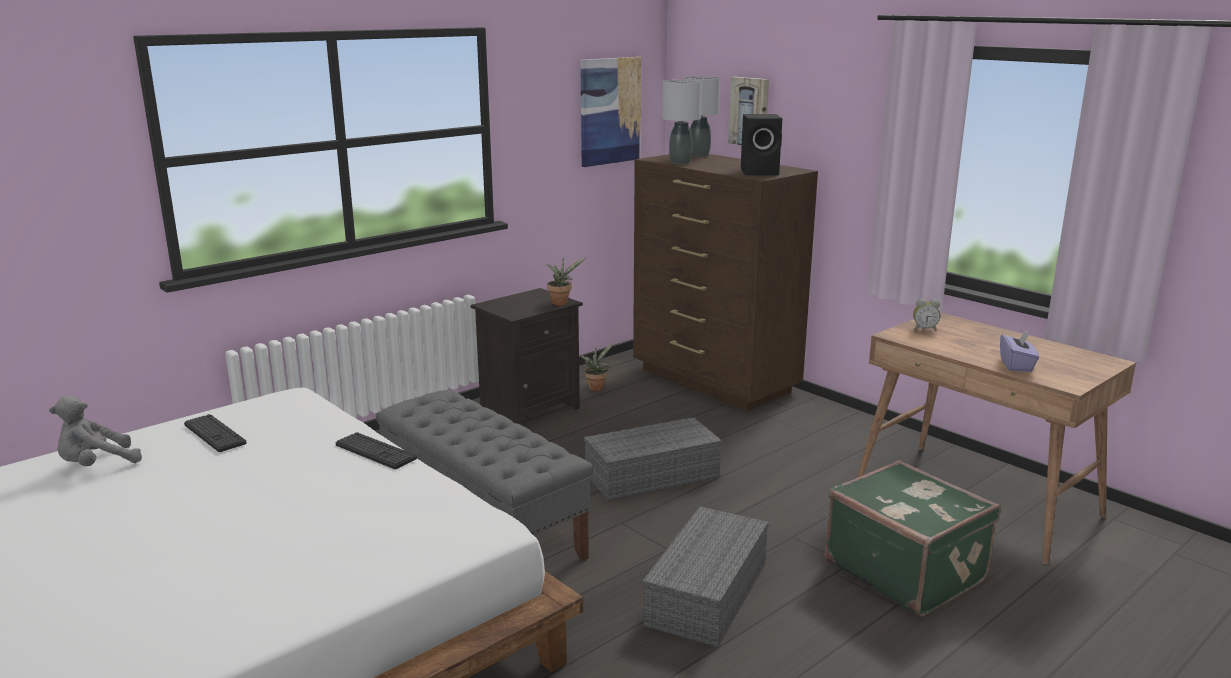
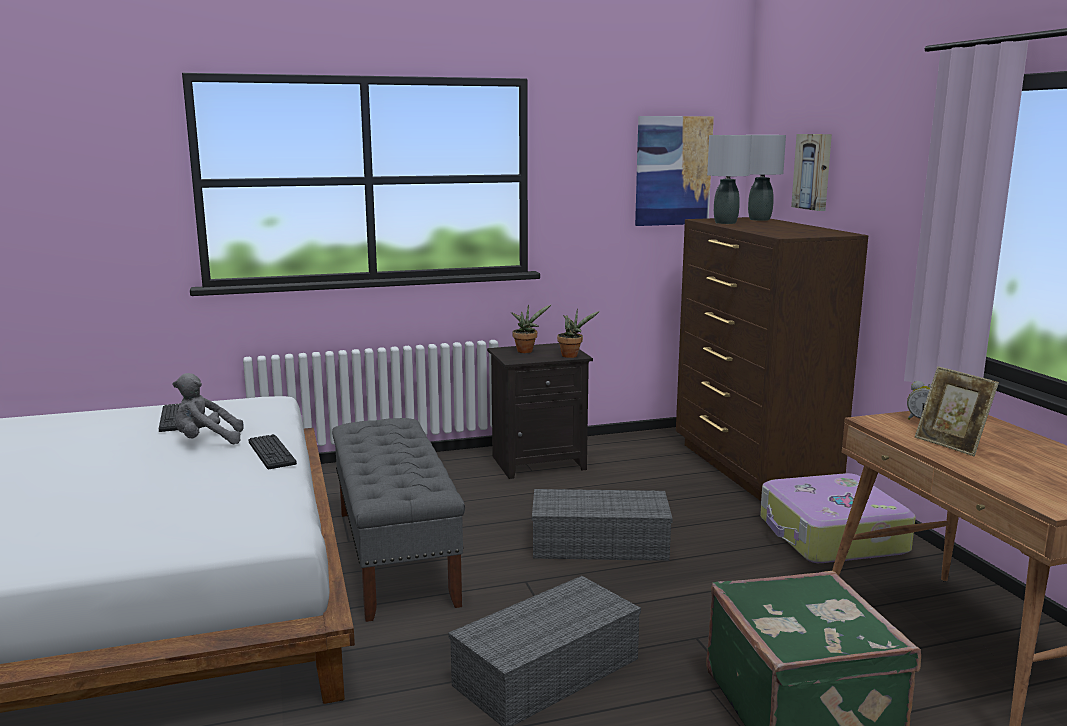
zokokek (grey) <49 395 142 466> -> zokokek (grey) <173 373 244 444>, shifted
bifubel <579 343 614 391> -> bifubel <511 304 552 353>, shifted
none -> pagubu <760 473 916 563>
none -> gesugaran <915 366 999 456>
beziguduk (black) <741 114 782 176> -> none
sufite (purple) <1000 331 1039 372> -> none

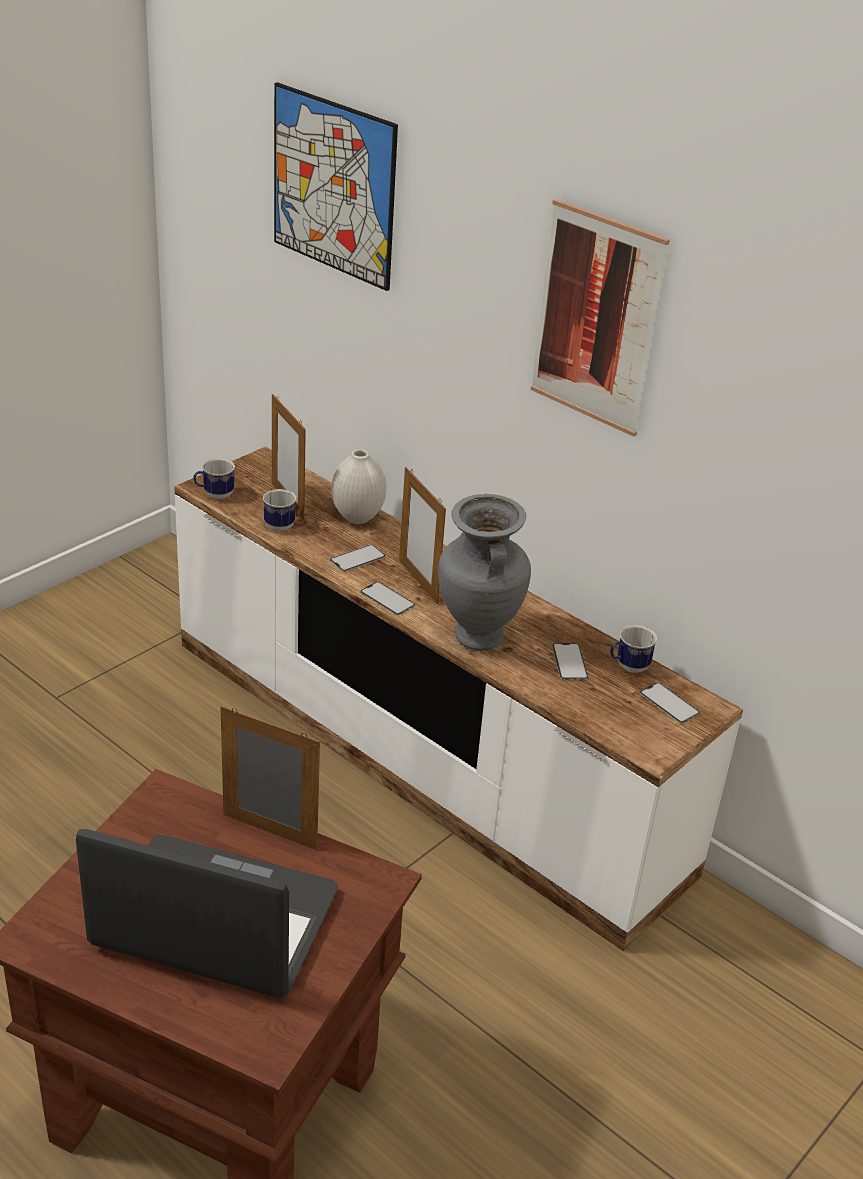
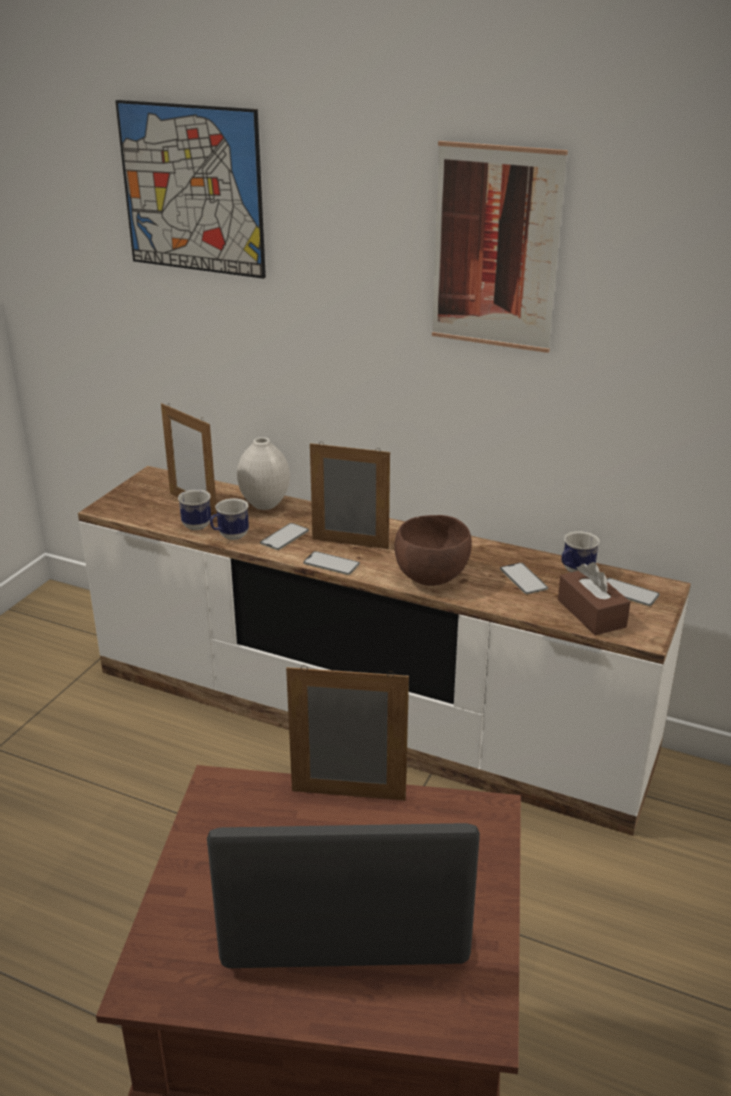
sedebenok <193 458 235 500> -> sedebenok <210 498 249 540>, shifted
gesugaran <399 467 446 604> -> gesugaran <310 442 390 549>, 150 degrees clockwise
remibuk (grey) <438 494 531 651> -> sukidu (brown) <394 515 472 586>
none -> sufite (brown) <558 562 630 635>

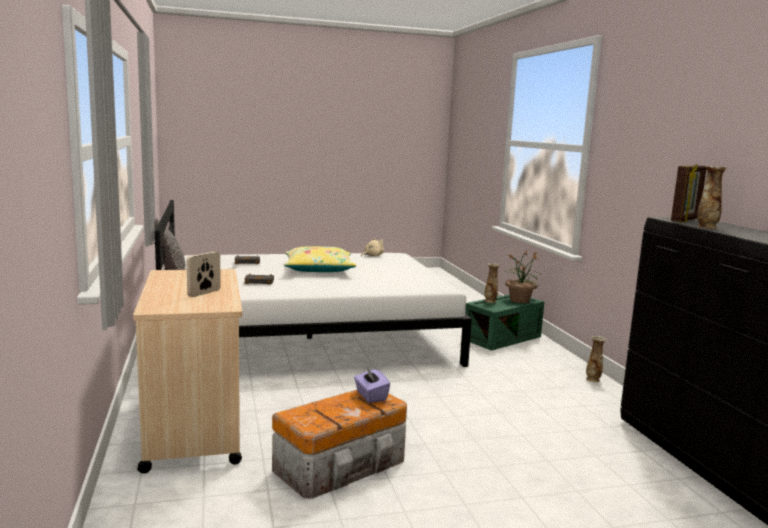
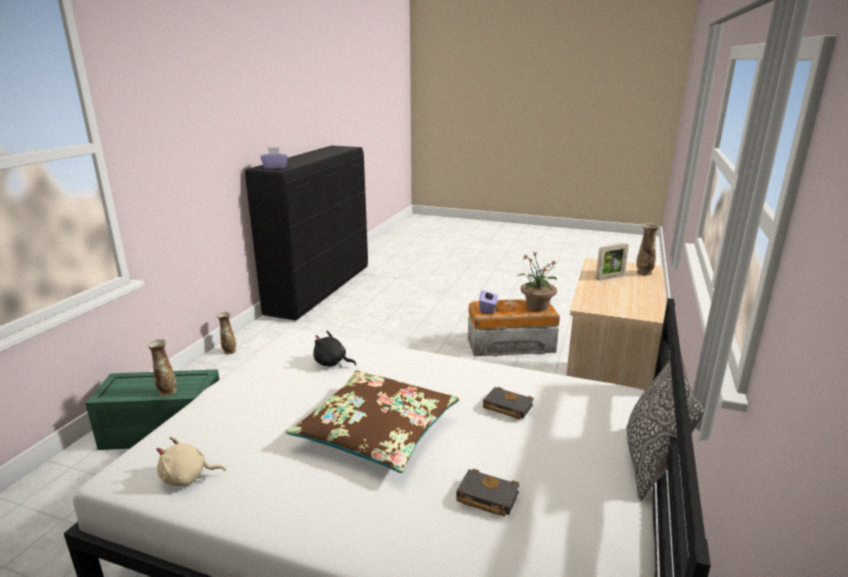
gesugaran <671 164 706 222> -> sufite (purple) <260 147 287 169>
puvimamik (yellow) <284 247 357 272> -> puvimamik (brown) <286 370 459 473>
none -> zokokek (black) <313 331 356 367>
bifubel <503 251 541 303> -> bifubel <517 252 557 311>, shifted
remibuk <697 166 727 229> -> remibuk <636 223 660 276>, shifted

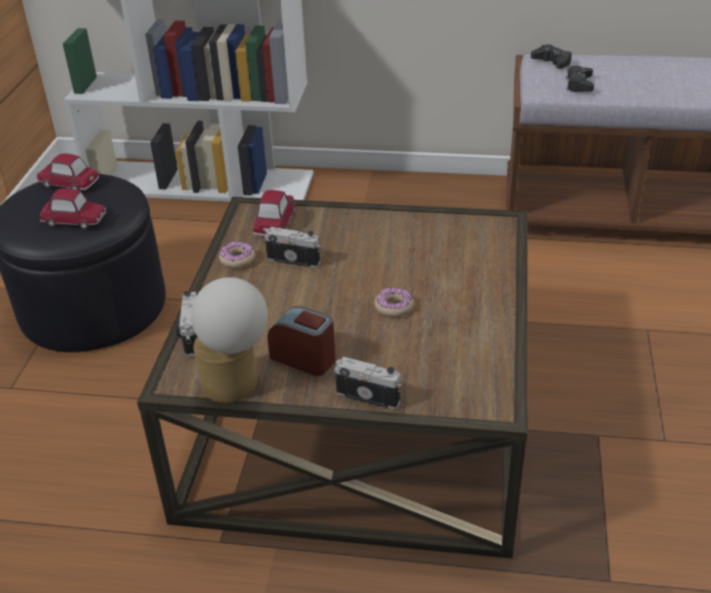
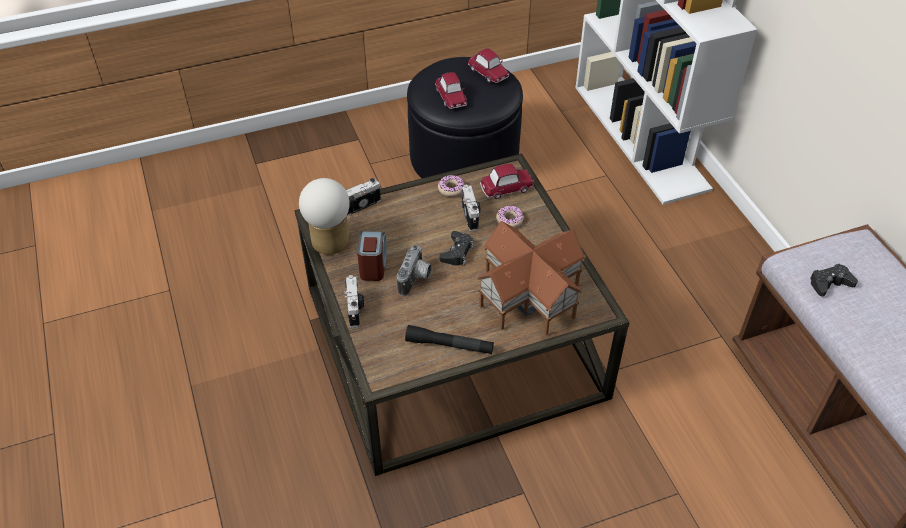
none -> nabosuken <397 245 432 296>
none -> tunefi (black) <405 325 494 354>
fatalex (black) <531 44 572 69> -> fatalex (black) <440 231 474 266>, shifted
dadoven <37 154 99 190> -> dadoven <468 48 509 83>, 150 degrees clockwise
none -> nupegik <477 221 586 335>
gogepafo <374 287 413 317> -> gogepafo <496 206 524 228>, shifted

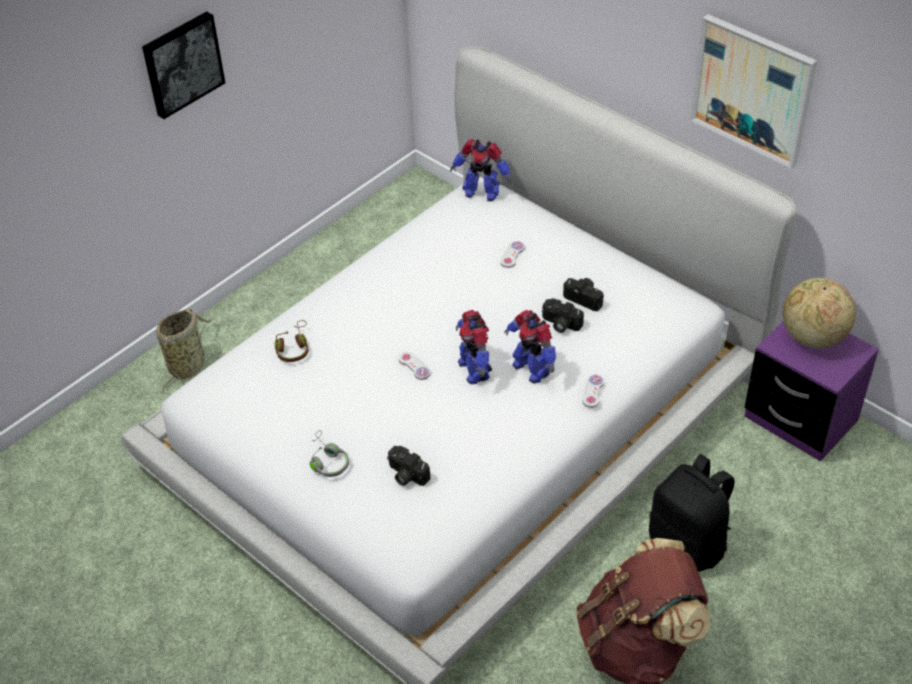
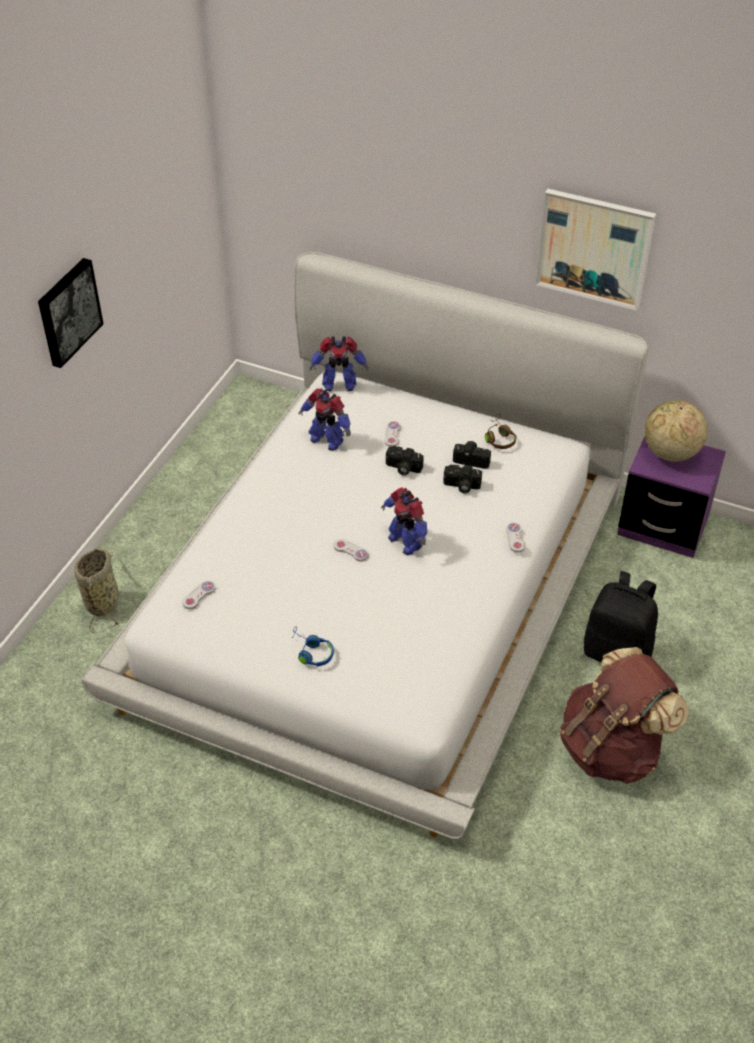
none -> fatalex (white) <182 581 215 609>
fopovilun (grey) <310 430 349 477> -> fopovilun (blue) <291 626 334 666>
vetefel <504 310 556 384> -> vetefel <299 388 351 451>, shifted
nabosuken <387 446 430 486> -> nabosuken <386 446 424 476>, shifted
fopovilun (brown) <275 320 309 362> -> fopovilun (brown) <485 414 516 449>, shifted

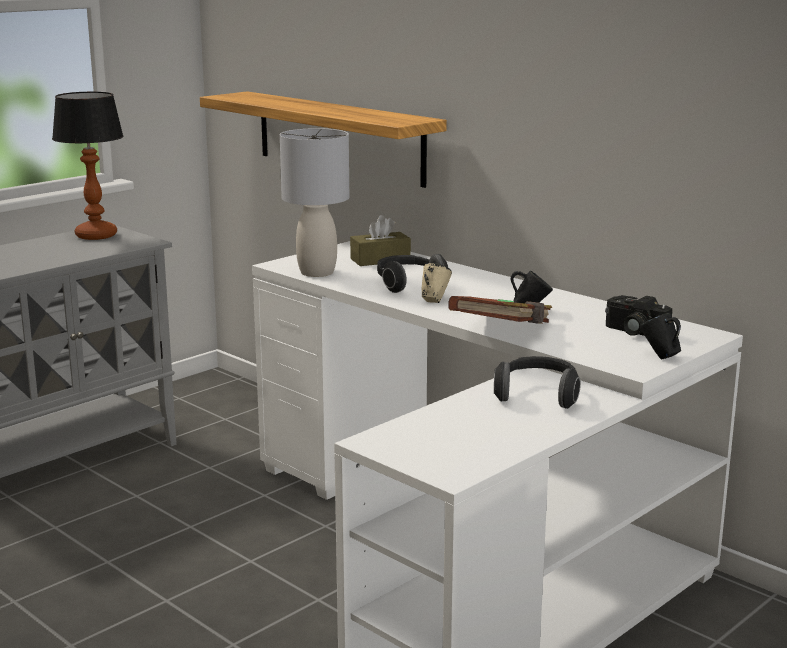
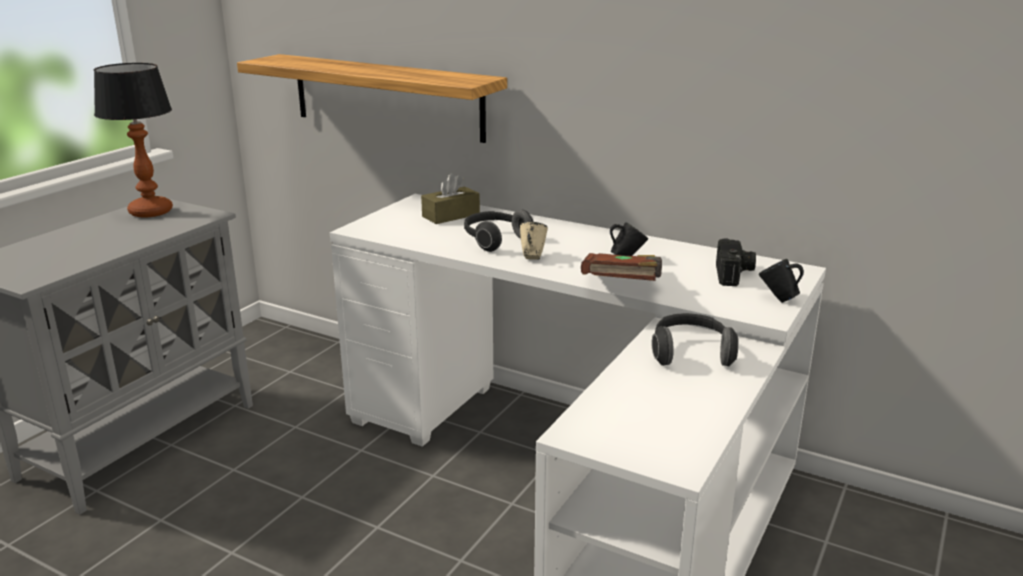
nabosuken <605 295 672 336> -> nabosuken <716 238 756 286>, 105 degrees counterclockwise
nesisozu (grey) <280 128 349 277> -> none

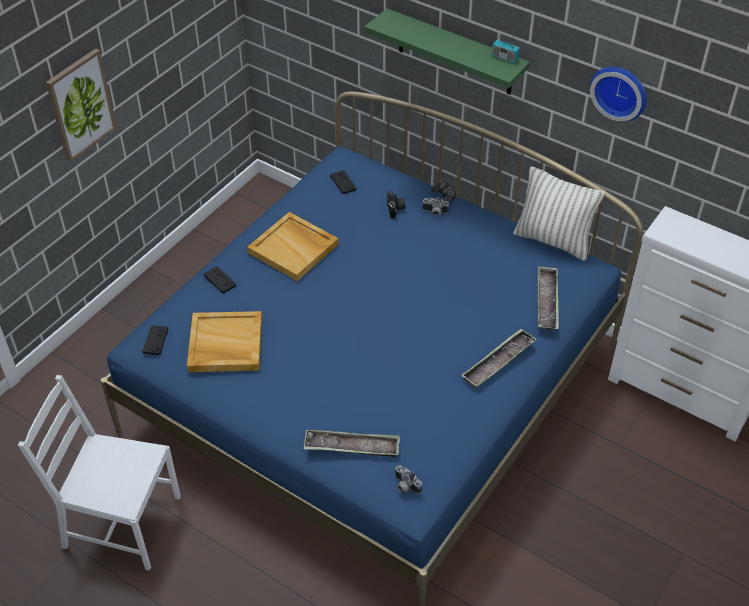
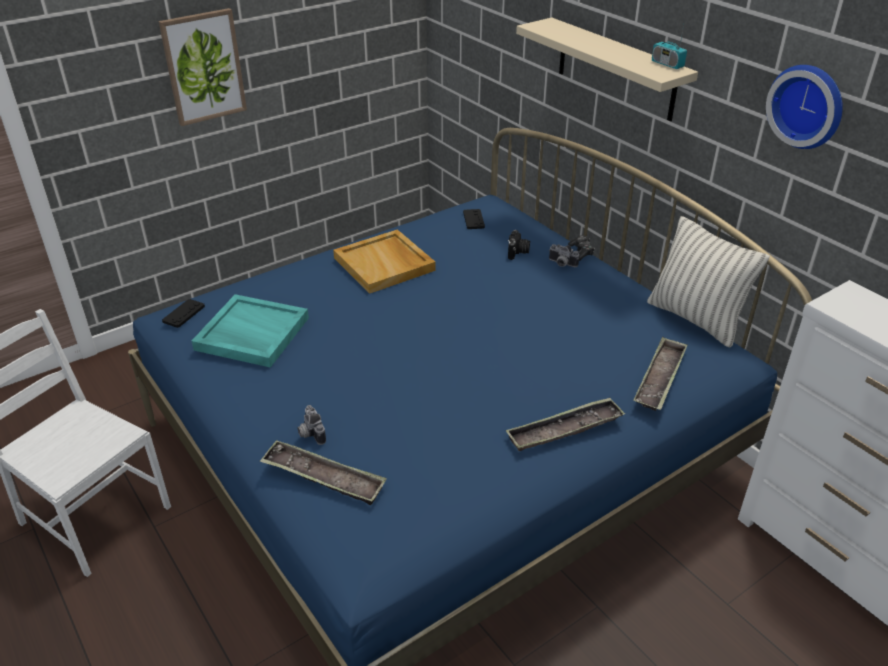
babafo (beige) <187 311 262 372> -> babafo (turquoise) <192 294 309 368>
nabosuken <395 465 422 494> -> nabosuken <298 405 326 445>, shifted
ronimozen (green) <365 8 530 95> -> ronimozen (beige) <516 17 698 121>
fatalex (black) <204 266 236 293> -> none

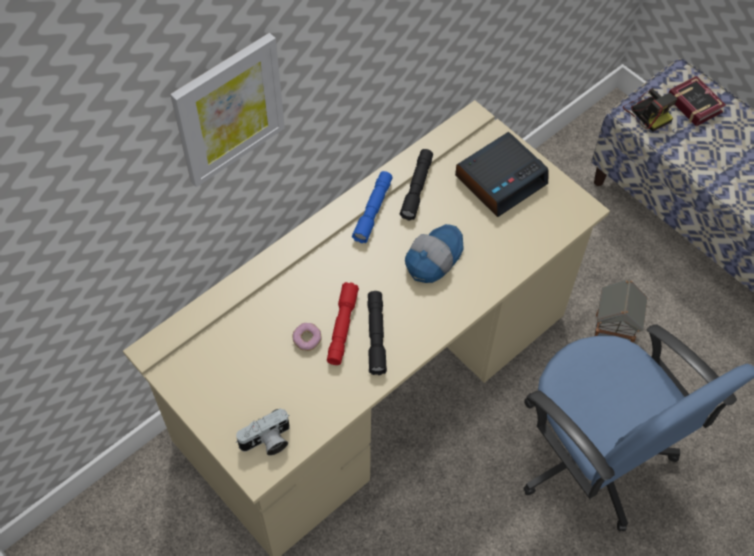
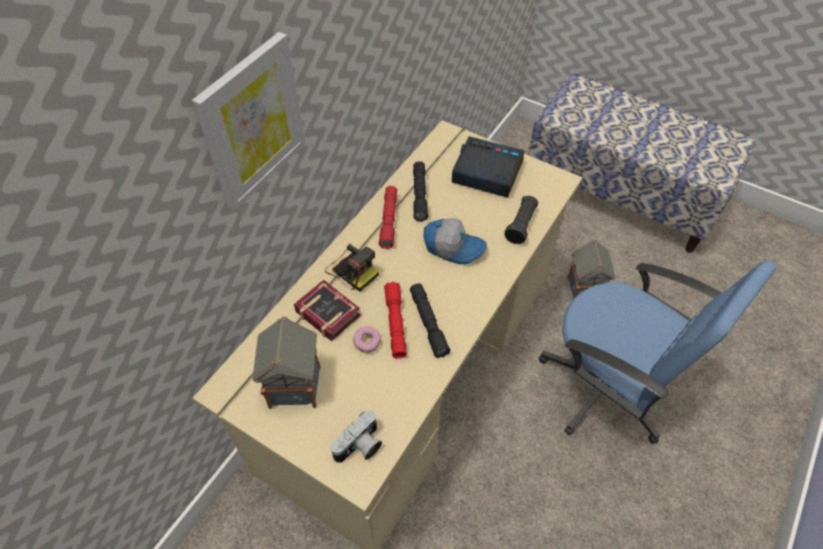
none -> nupegik <252 316 320 409>
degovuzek <669 76 726 126> -> degovuzek <294 280 361 341>, shifted
nabosuken <623 88 677 132> -> nabosuken <325 243 379 291>, shifted
tunefi (blue) <352 171 393 243> -> tunefi (red) <379 186 397 249>
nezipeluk <405 224 464 283> -> nezipeluk <423 218 487 264>, 90 degrees clockwise
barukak <455 132 548 217> -> barukak <452 136 524 198>, 105 degrees counterclockwise
none -> tunefi (black) <504 196 538 244>

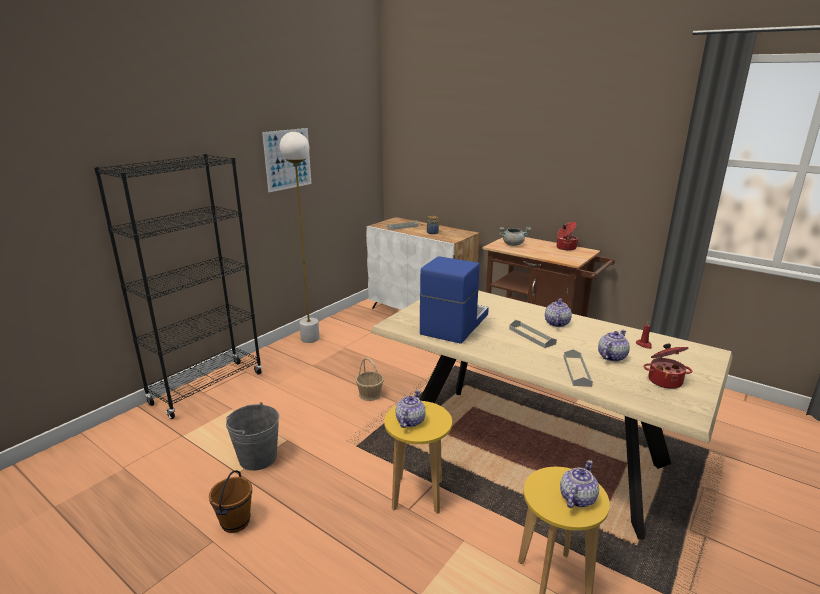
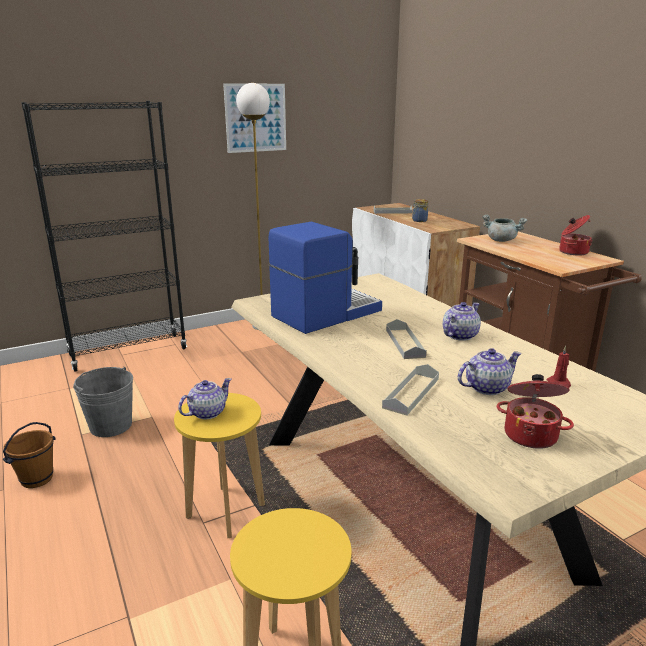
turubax <356 358 384 401> -> none
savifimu <560 460 599 508> -> none

